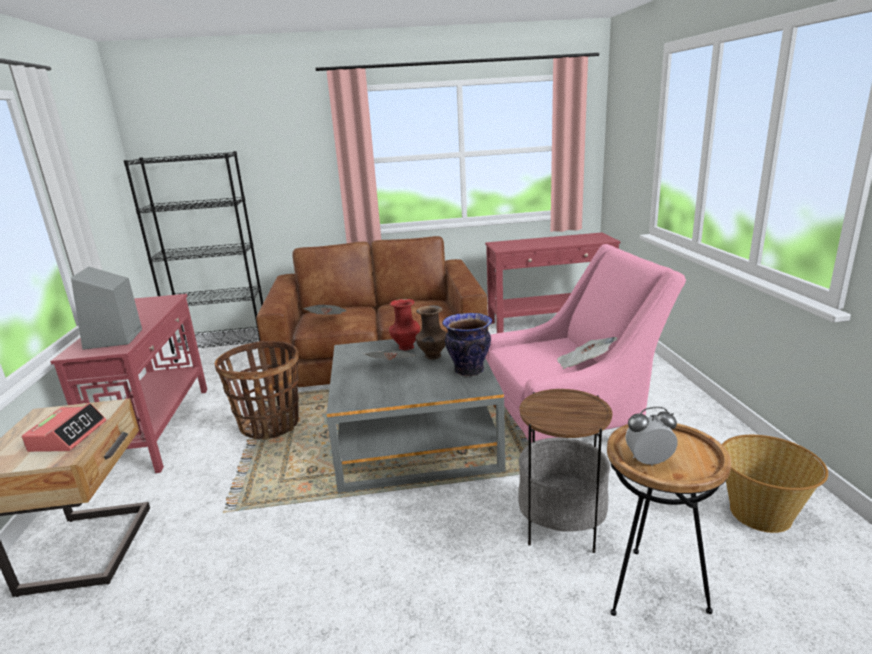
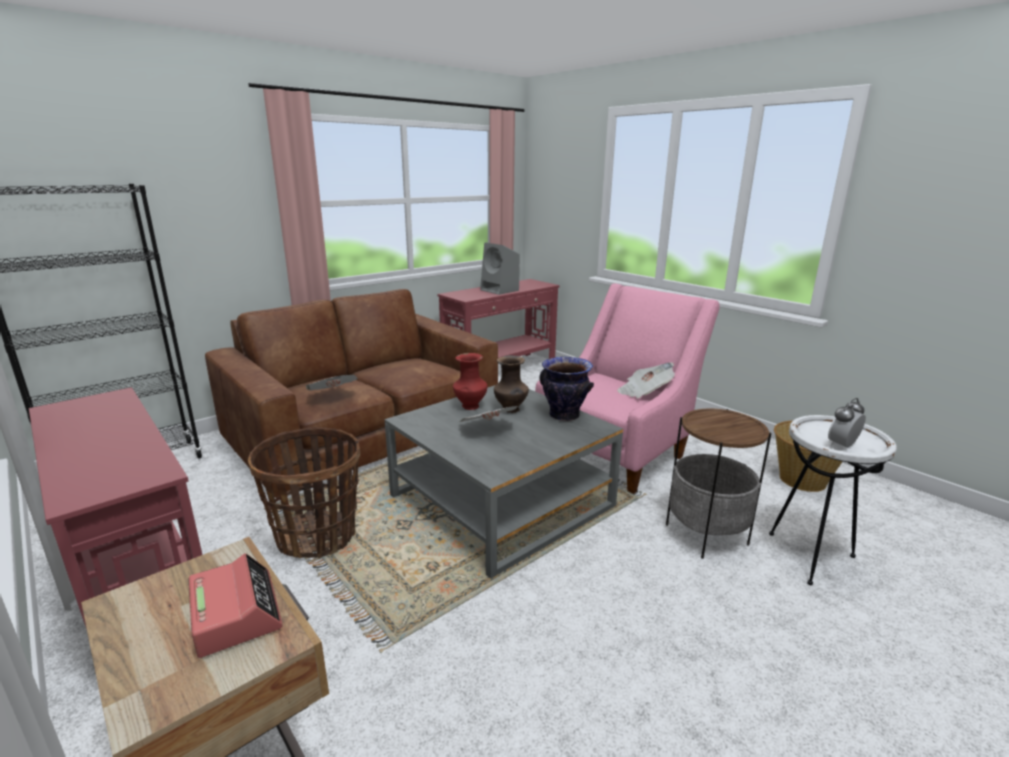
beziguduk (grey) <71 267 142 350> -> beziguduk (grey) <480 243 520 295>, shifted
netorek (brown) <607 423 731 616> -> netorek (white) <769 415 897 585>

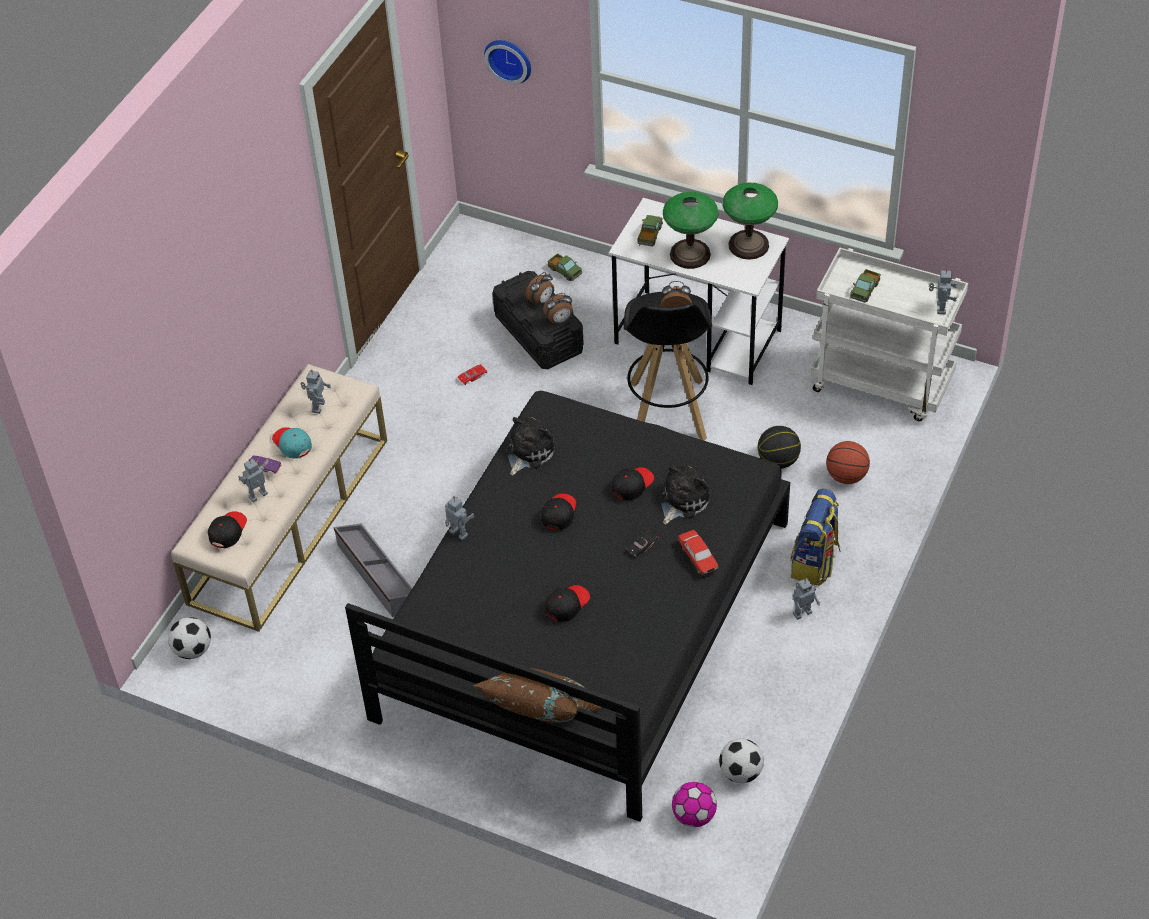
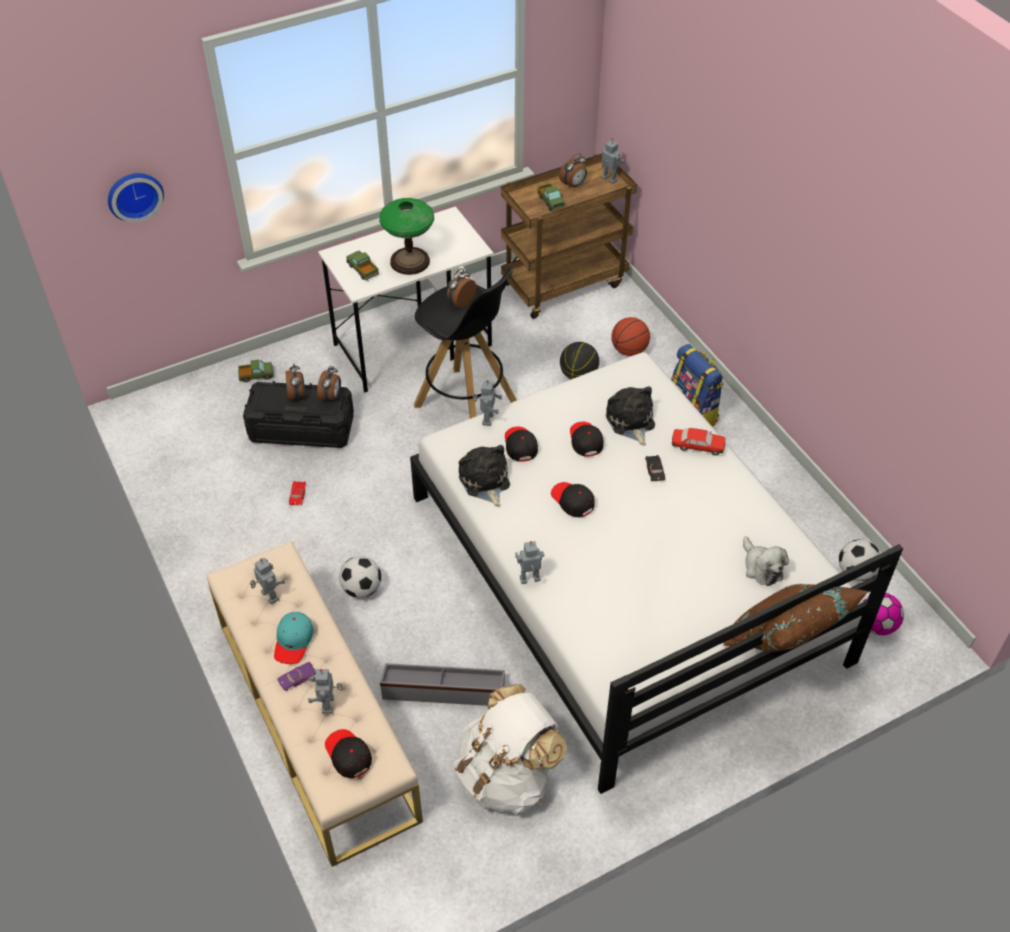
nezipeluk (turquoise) <272 427 312 459> -> nezipeluk (turquoise) <274 612 314 664>, 75 degrees counterclockwise
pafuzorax <168 617 211 659> -> pafuzorax <339 556 381 598>, shifted
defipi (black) <345 391 790 822> -> defipi (white) <410 352 903 794>
none -> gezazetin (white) <453 684 567 815>
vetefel <793 578 820 620> -> vetefel <472 380 502 426>, shifted
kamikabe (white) <811 248 968 421> -> kamikabe (brown) <501 153 637 319>
nezipeluk (black) <545 585 590 622> -> nezipeluk (black) <505 427 538 462>, shifted
none -> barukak <559 153 587 188>
none -> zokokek <743 536 789 586>
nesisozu <722 183 778 260> -> none

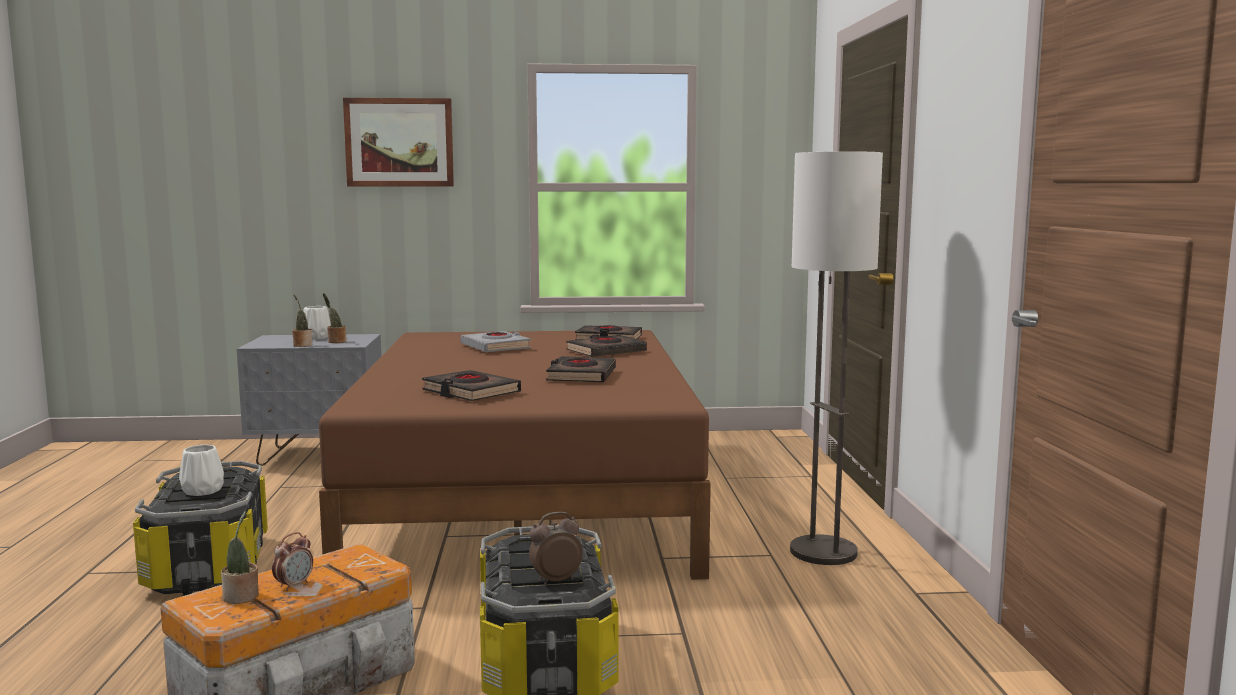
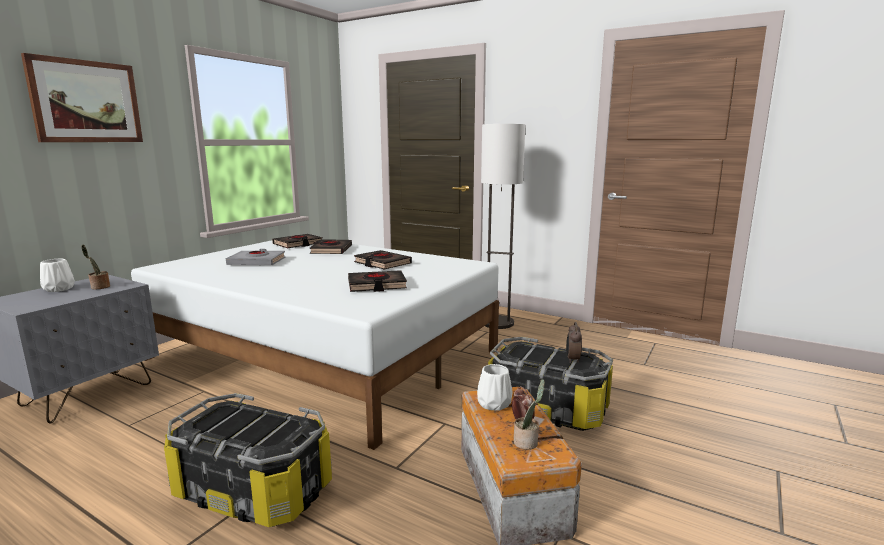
defipi (brown) <319 330 711 580> -> defipi (white) <131 240 499 450>
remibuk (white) <179 445 224 496> -> remibuk (white) <477 364 513 411>, shifted
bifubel <292 294 312 347> -> none

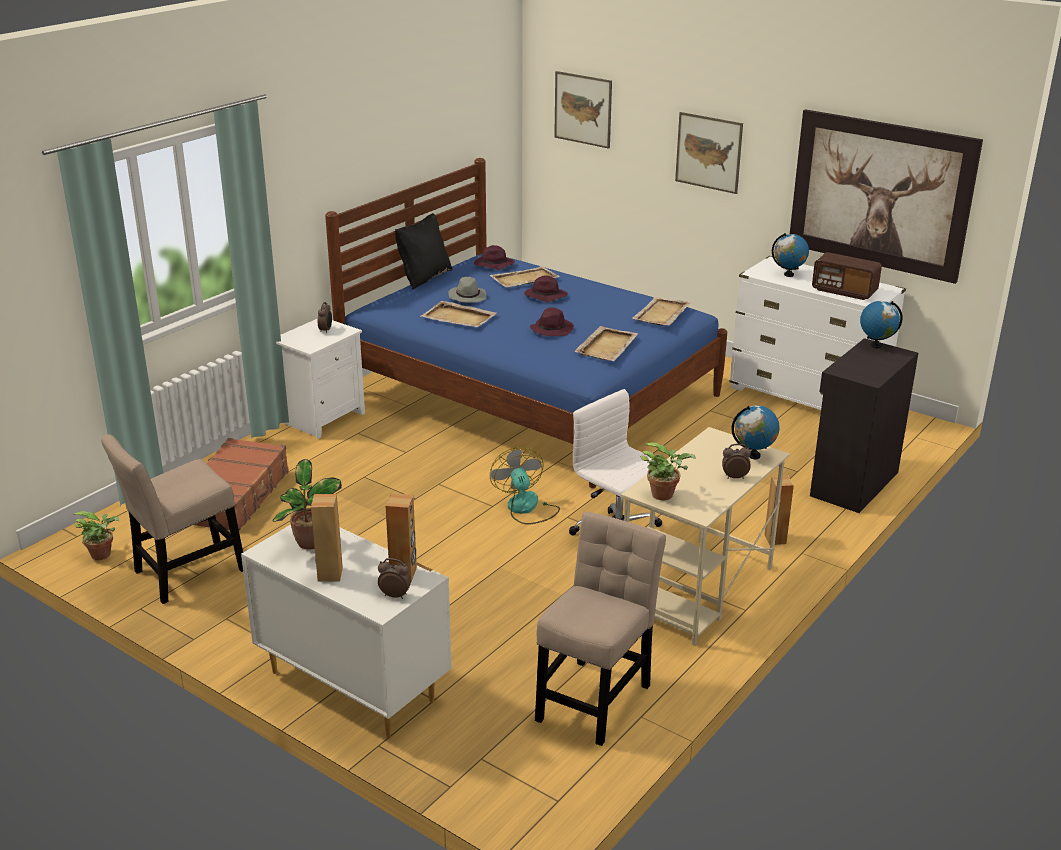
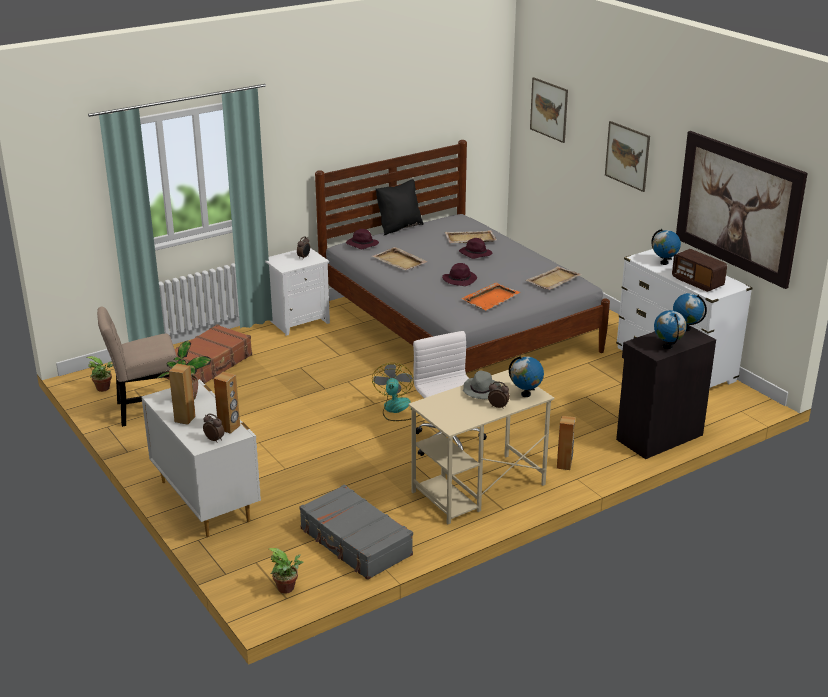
bifubel <640 442 696 501> -> bifubel <269 548 304 594>, shifted
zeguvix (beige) <535 512 666 746> -> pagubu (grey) <299 484 413 580>
defipi (blue) <325 158 727 488> -> defipi (grey) <315 140 610 373>
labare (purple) <474 245 515 270> -> labare (purple) <346 229 379 249>, shifted
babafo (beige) <574 326 638 361> -> babafo (orange) <461 283 520 310>
labare (grey) <448 277 486 303> -> labare (grey) <463 371 501 399>, shifted
none -> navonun <654 310 687 349>

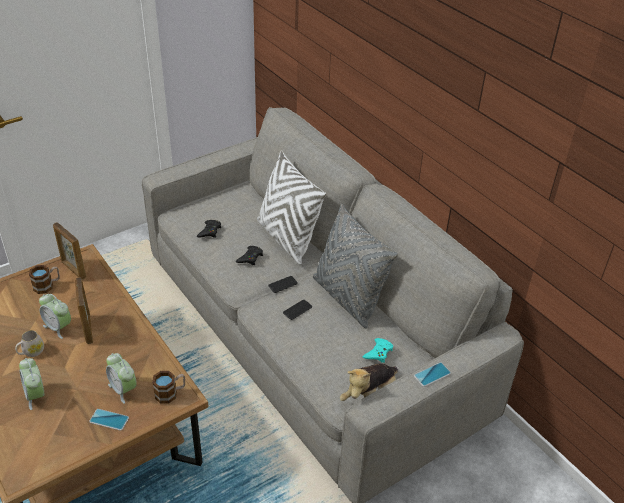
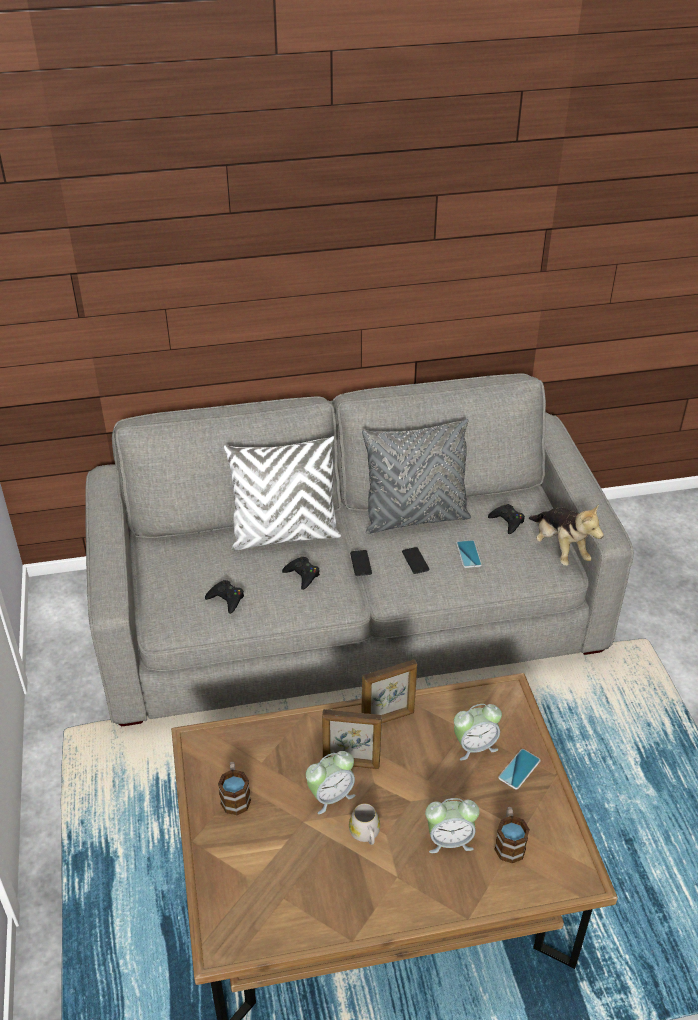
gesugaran <53 222 86 280> -> gesugaran <361 659 417 723>, shifted
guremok <414 362 451 387> -> guremok <456 540 482 568>, shifted
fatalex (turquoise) <363 338 393 363> -> fatalex (black) <488 504 525 534>
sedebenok <152 371 185 404> -> sedebenok <494 807 530 863>, shifted

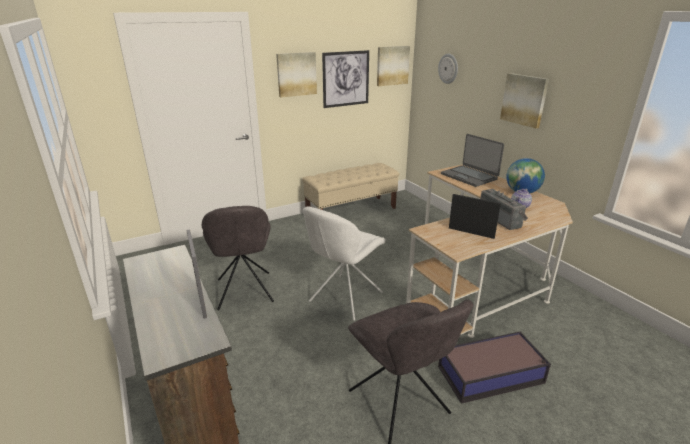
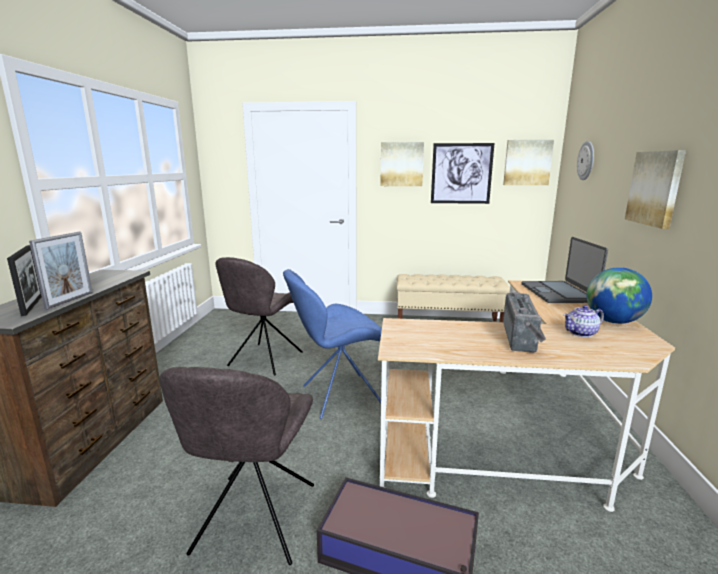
gesugaran <449 194 501 239> -> gesugaran <7 245 42 316>, shifted
zeguvix (white) <303 207 386 321> -> zeguvix (blue) <283 269 382 419>

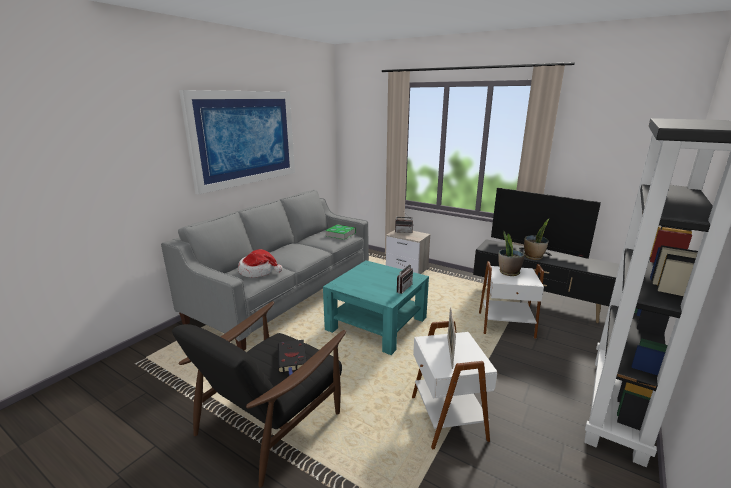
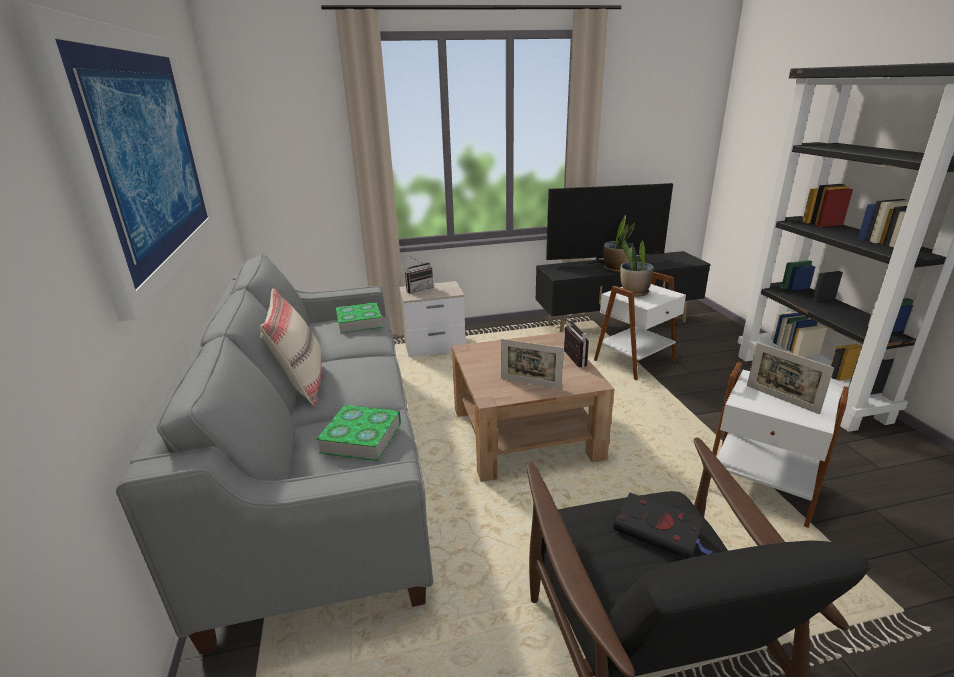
none -> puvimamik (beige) <260 288 321 406>
labare <238 249 283 277> -> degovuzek <316 405 401 461>
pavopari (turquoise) <323 260 429 355> -> pavopari (brown) <452 332 614 482>
none -> gesugaran <501 339 564 389>

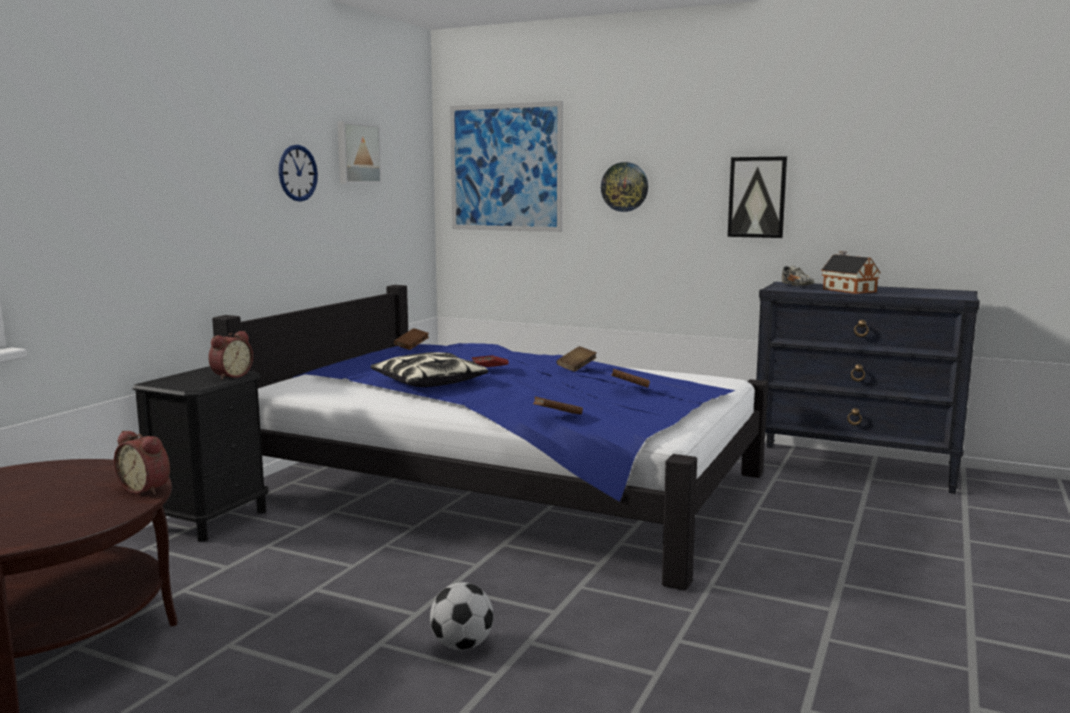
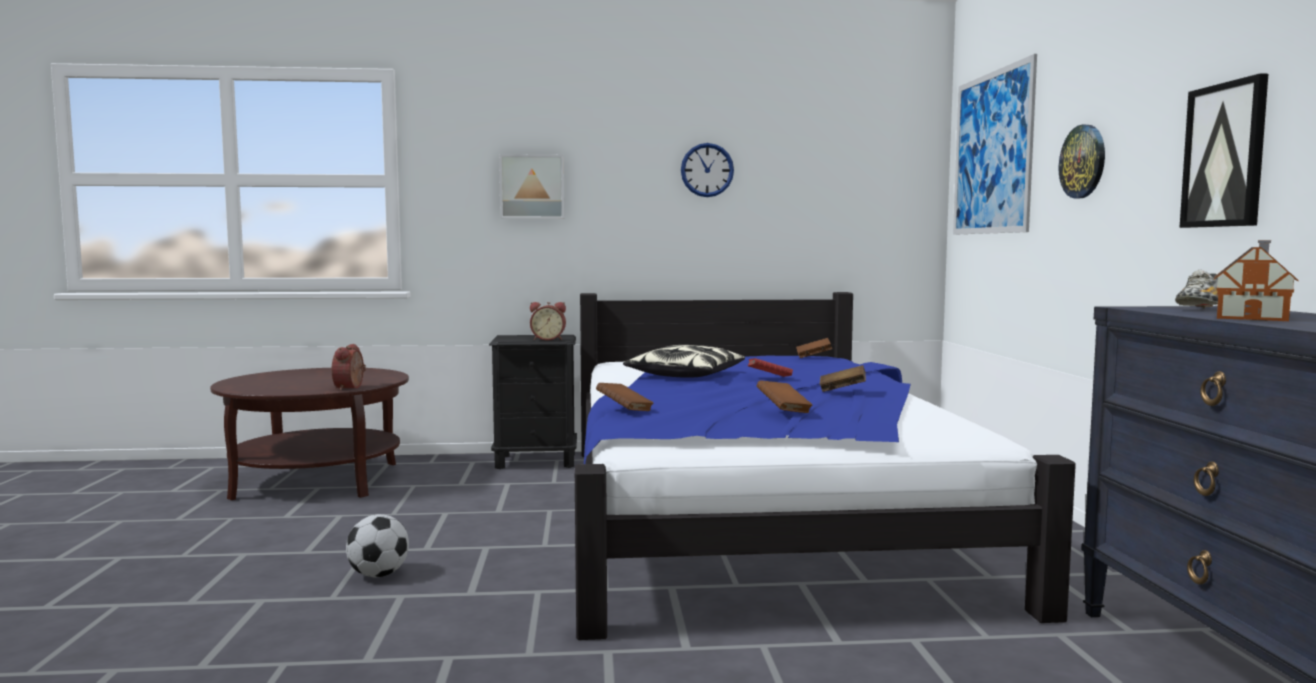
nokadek <338 121 382 184> -> nokadek <499 154 565 219>, shifted

